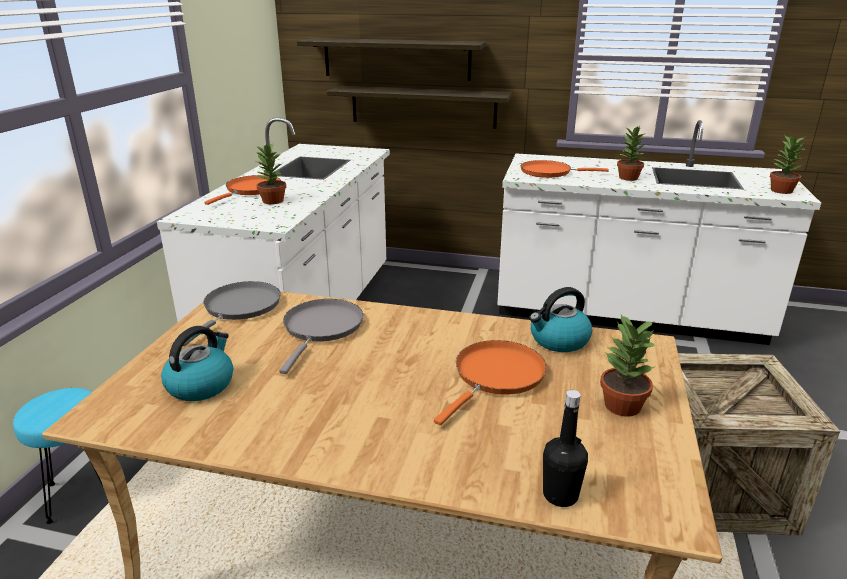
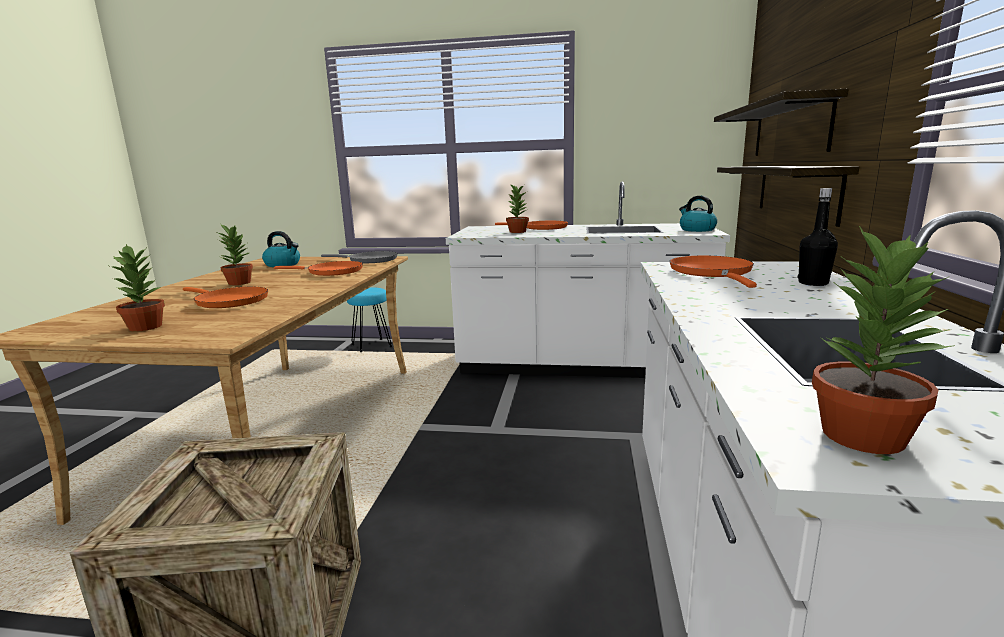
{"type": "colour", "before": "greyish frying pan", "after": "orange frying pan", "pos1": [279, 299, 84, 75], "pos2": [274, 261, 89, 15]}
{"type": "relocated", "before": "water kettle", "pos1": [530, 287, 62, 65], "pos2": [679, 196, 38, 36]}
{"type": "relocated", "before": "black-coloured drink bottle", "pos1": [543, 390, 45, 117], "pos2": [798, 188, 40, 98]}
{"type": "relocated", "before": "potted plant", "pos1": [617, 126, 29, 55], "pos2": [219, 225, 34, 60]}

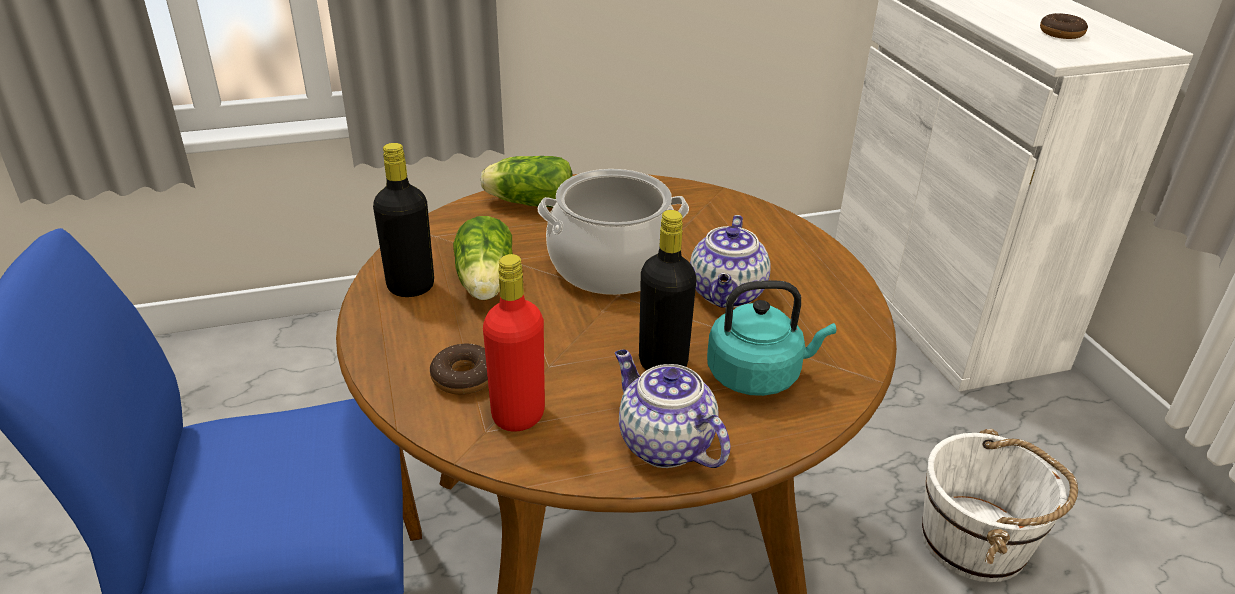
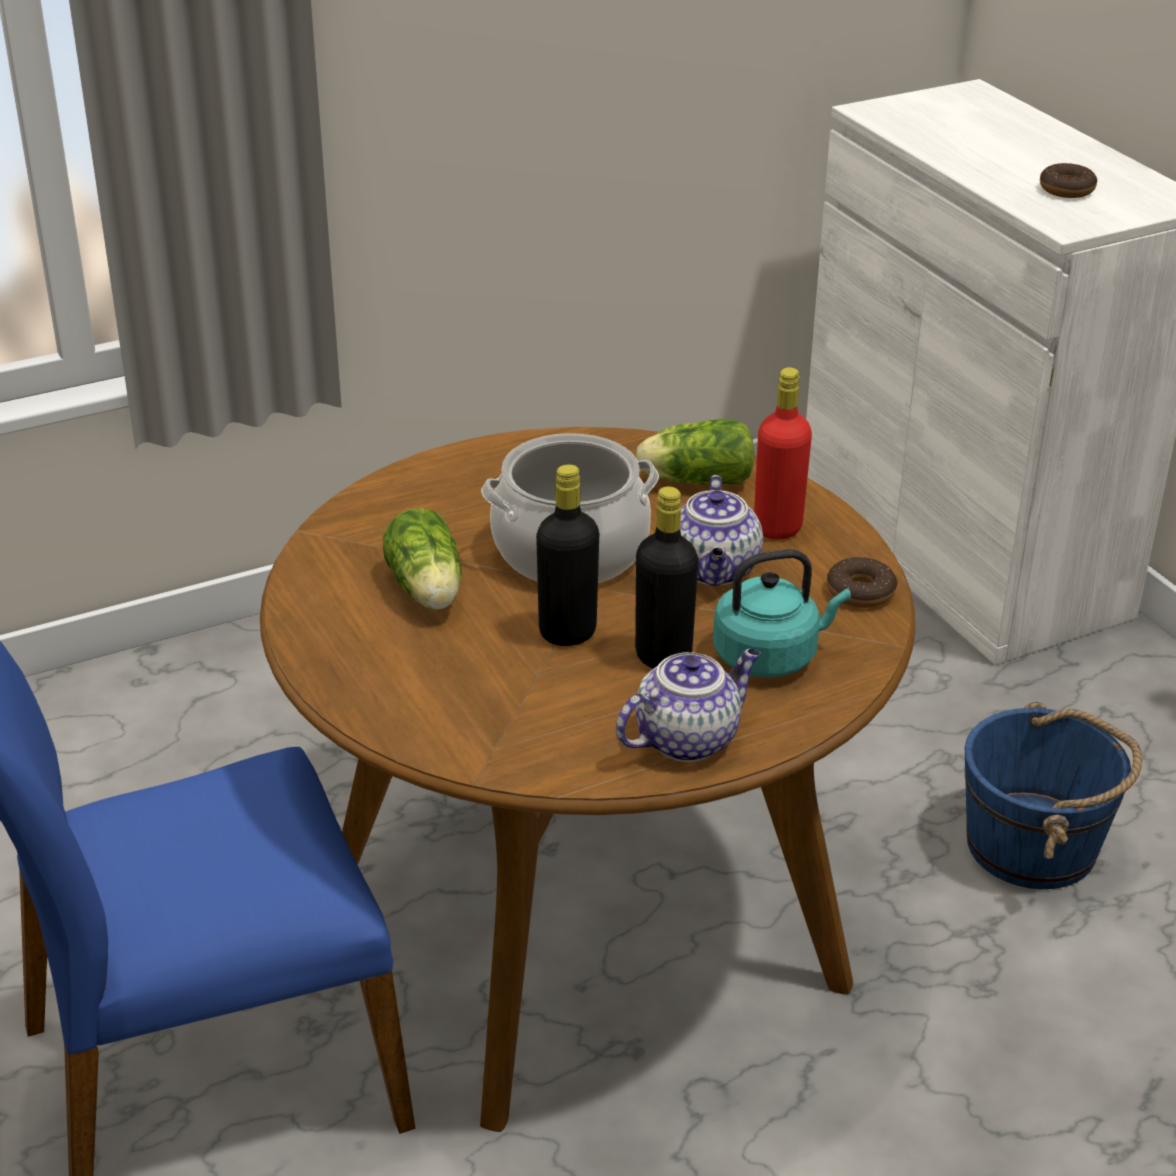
{"type": "relocated", "before": "black-coloured drink bottle", "pos1": [373, 143, 61, 154], "pos2": [536, 464, 63, 182]}
{"type": "relocated", "before": "doughnut", "pos1": [430, 344, 58, 51], "pos2": [827, 557, 70, 51]}
{"type": "relocated", "before": "lettuce", "pos1": [481, 156, 92, 52], "pos2": [636, 419, 118, 66]}
{"type": "relocated", "before": "red-coloured drink bottle", "pos1": [483, 254, 62, 178], "pos2": [754, 367, 58, 173]}
{"type": "spun", "before": "tea pot", "pos1": [615, 350, 116, 118], "pos2": [616, 648, 145, 114], "turn": 105}
{"type": "colour", "before": "white-coloured pail", "after": "blue pail", "pos1": [922, 429, 156, 153], "pos2": [965, 701, 178, 188]}

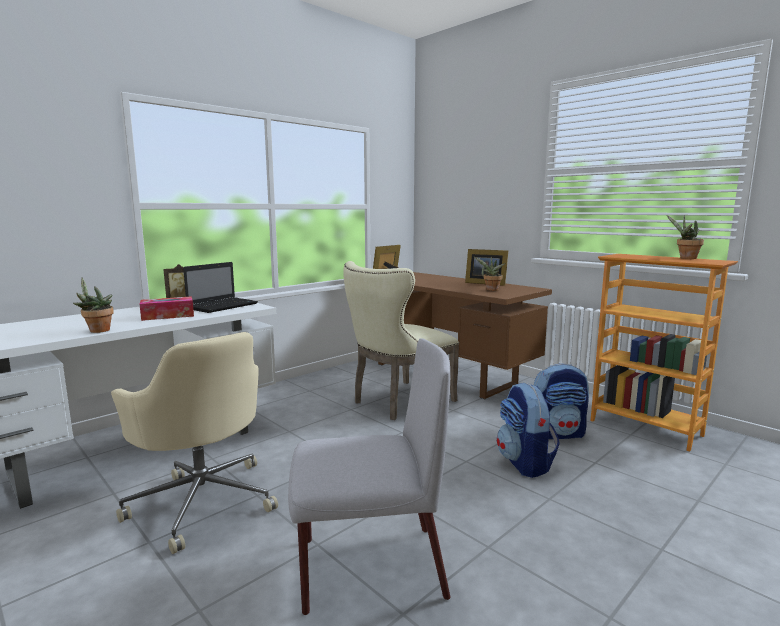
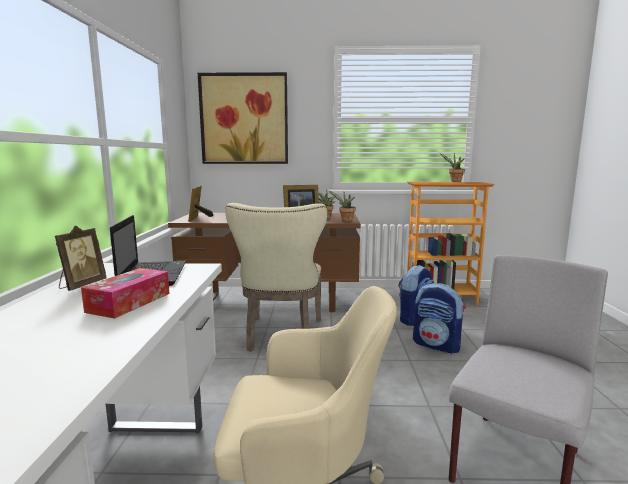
{"type": "relocated", "before": "potted plant", "pos1": [73, 277, 41, 56], "pos2": [328, 190, 28, 32]}
{"type": "appeared", "after": "picture", "pos2": [198, 72, 90, 92]}

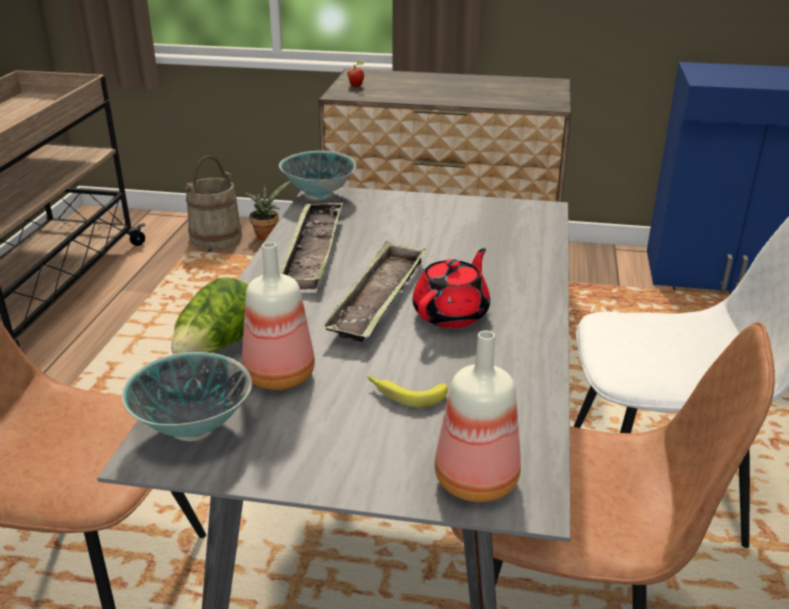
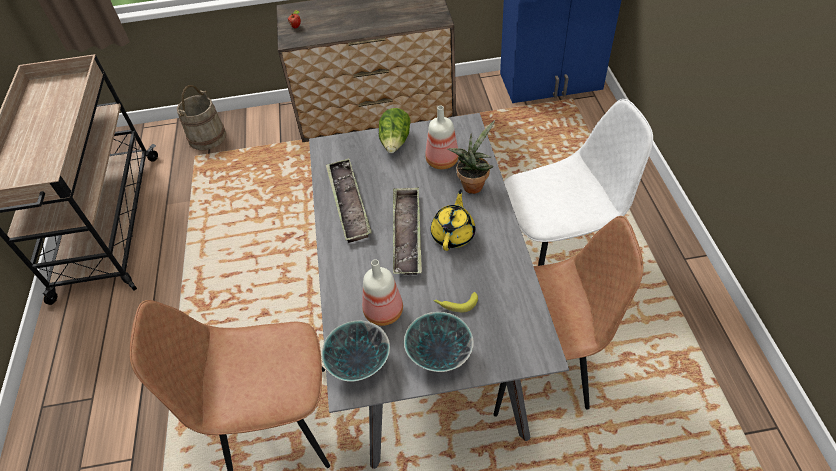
{"type": "relocated", "before": "lettuce", "pos1": [171, 277, 77, 77], "pos2": [379, 108, 31, 45]}
{"type": "relocated", "before": "potted plant", "pos1": [244, 181, 47, 59], "pos2": [447, 120, 48, 74]}
{"type": "relocated", "before": "deep dish", "pos1": [279, 151, 77, 49], "pos2": [404, 312, 70, 60]}
{"type": "colour", "before": "red-coloured tea pot", "after": "yellowish tea pot", "pos1": [412, 248, 78, 80], "pos2": [431, 189, 44, 62]}
{"type": "relocated", "before": "drink bottle", "pos1": [435, 330, 86, 172], "pos2": [425, 105, 34, 64]}

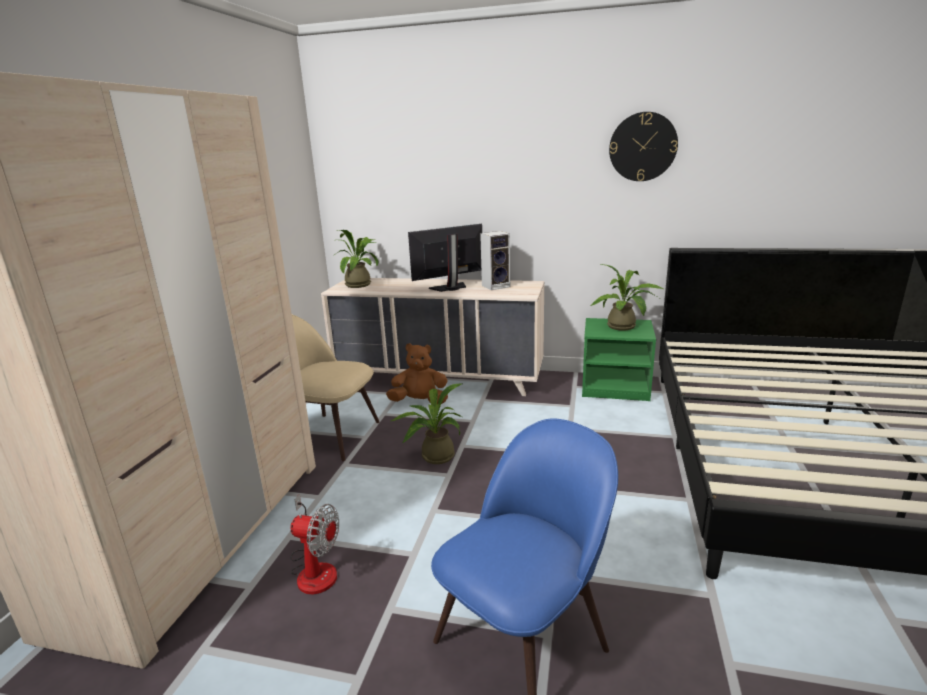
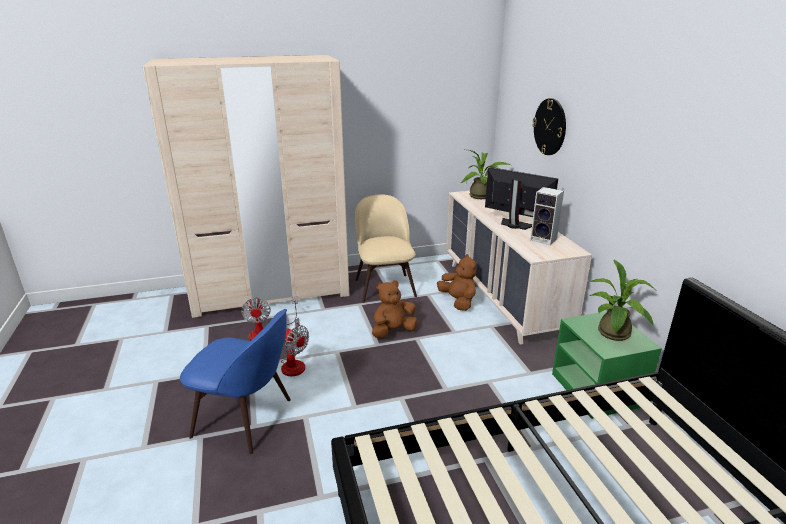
{"type": "exchanged", "before": "potted plant", "after": "brown cuddly toy", "pos1": [391, 383, 71, 81], "pos2": [372, 280, 45, 58]}
{"type": "relocated", "before": "clock on the wall", "pos1": [609, 112, 69, 69], "pos2": [532, 98, 34, 57]}
{"type": "appeared", "after": "cooling fan", "pos2": [281, 318, 28, 58]}

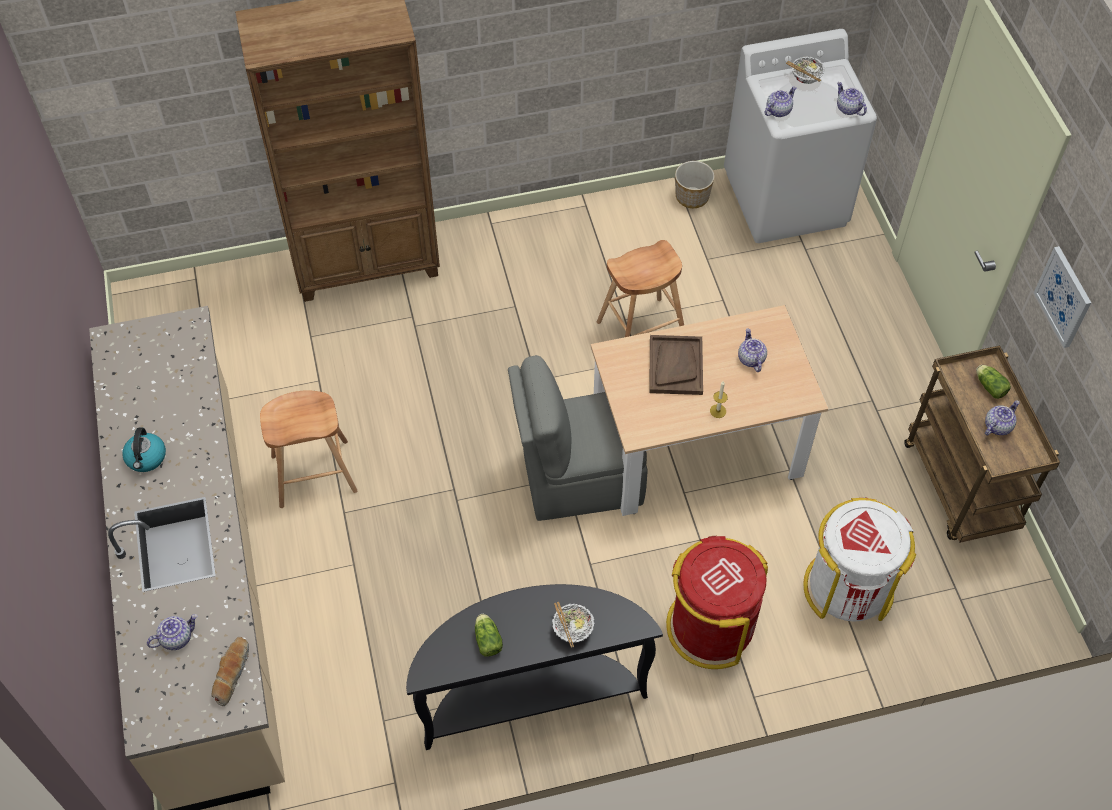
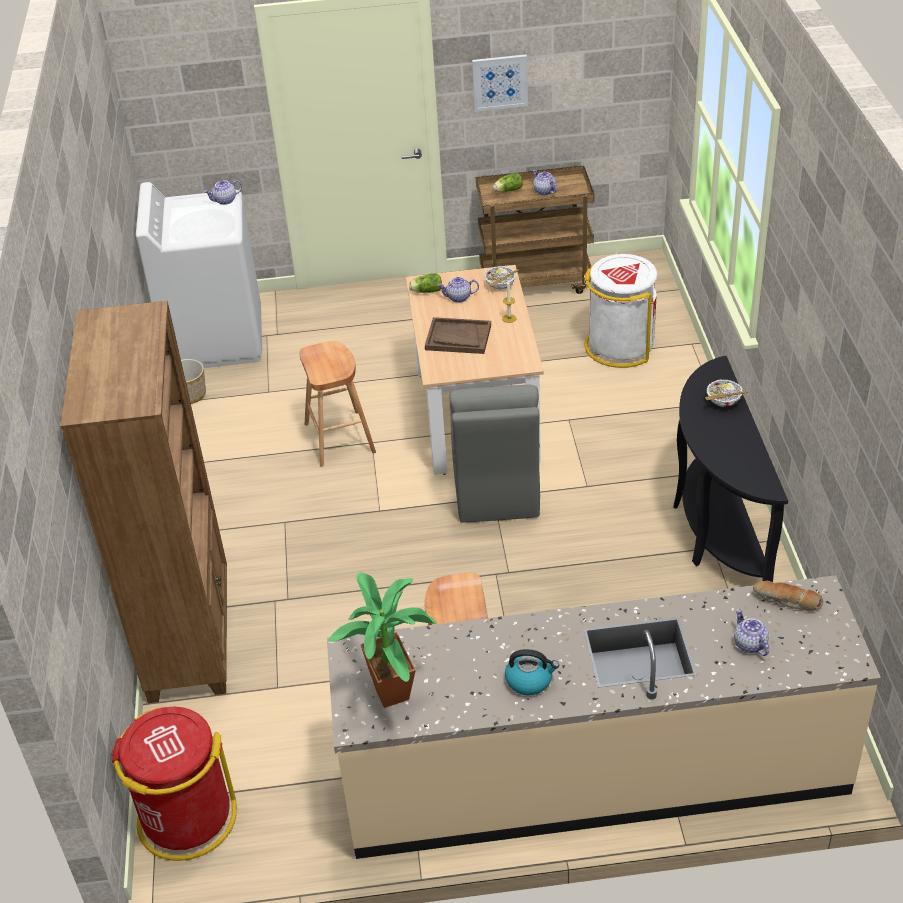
{"type": "relocated", "before": "lettuce", "pos1": [475, 614, 28, 43], "pos2": [409, 273, 33, 20]}
{"type": "relocated", "before": "red-coloured rubbish bin", "pos1": [666, 536, 102, 133], "pos2": [111, 707, 126, 154]}
{"type": "missing", "before": "tea pot", "pos1": [764, 86, 33, 31]}
{"type": "relocated", "before": "deep dish", "pos1": [786, 57, 39, 27], "pos2": [484, 266, 35, 24]}
{"type": "appeared", "after": "potted plant", "pos2": [328, 572, 109, 136]}

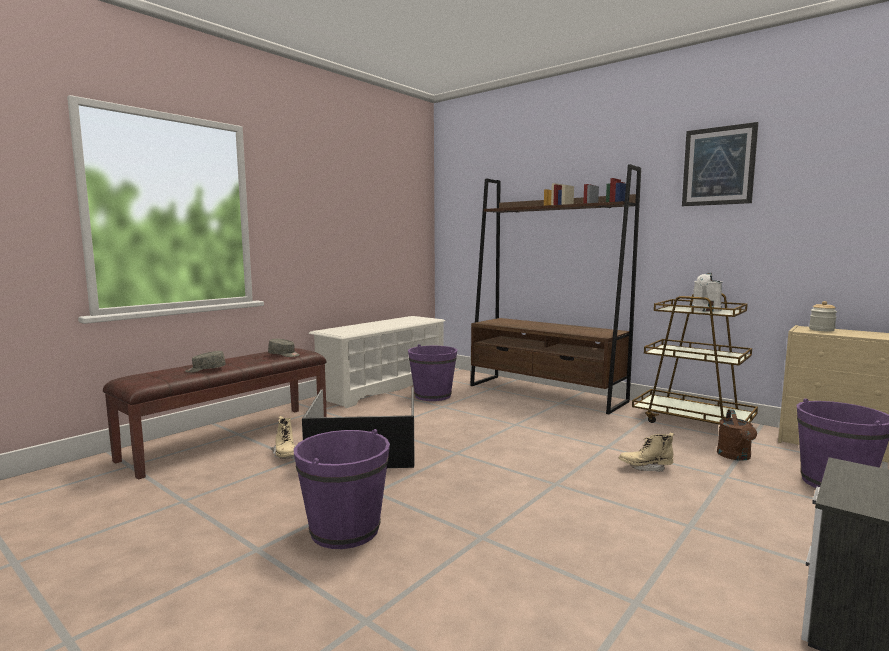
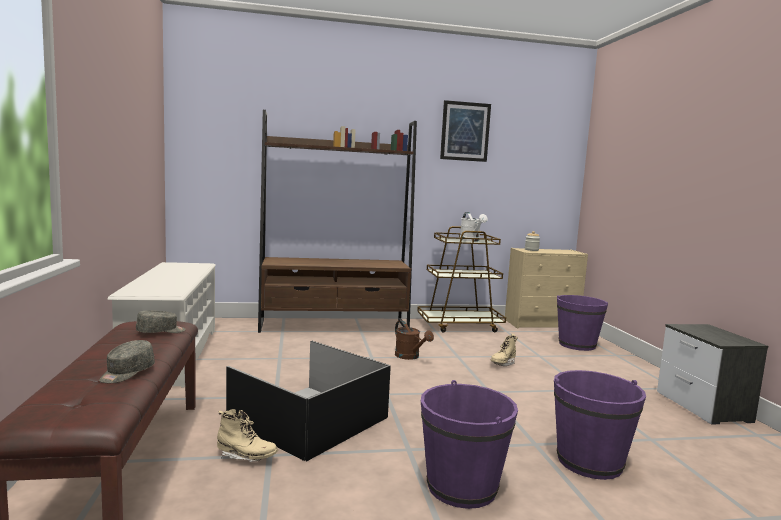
{"type": "relocated", "before": "purplish pail", "pos1": [408, 344, 49, 57], "pos2": [554, 370, 92, 110]}
{"type": "relocated", "before": "brown watering can", "pos1": [717, 409, 40, 52], "pos2": [395, 320, 39, 40]}

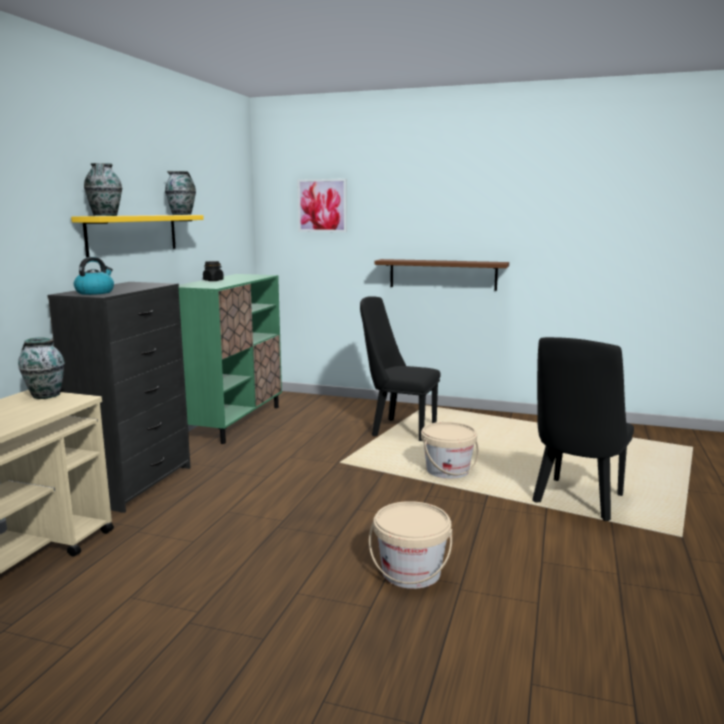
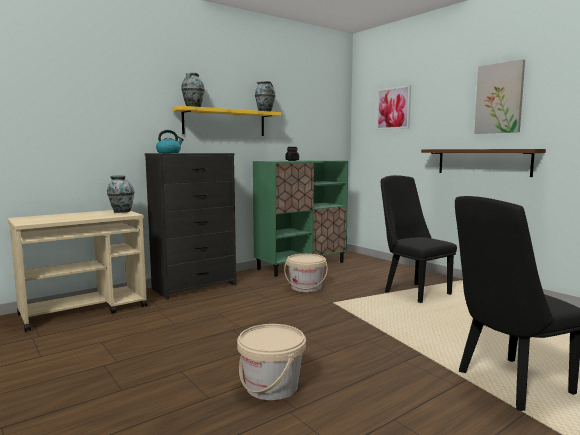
{"type": "relocated", "before": "sand-coloured pail", "pos1": [421, 422, 58, 57], "pos2": [284, 254, 44, 38]}
{"type": "appeared", "after": "picture", "pos2": [474, 59, 51, 75]}

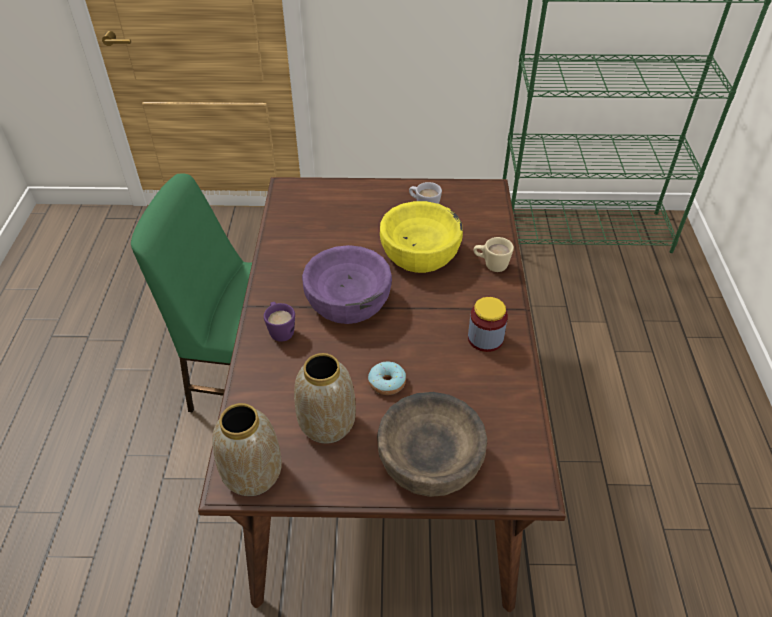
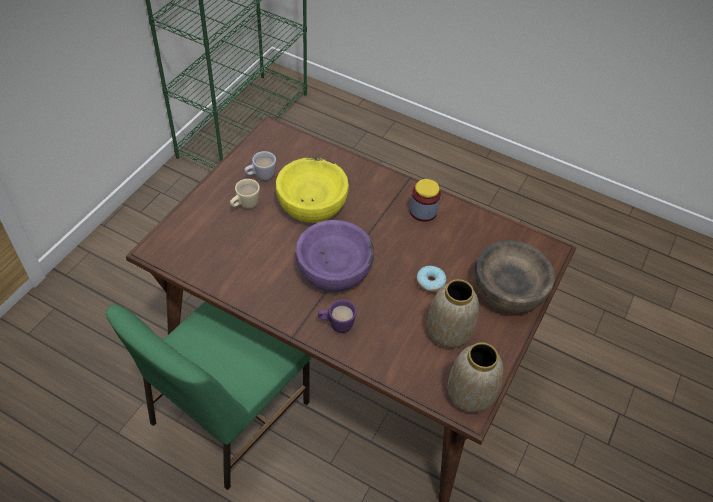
{"type": "relocated", "before": "sand-coloured coffee mug", "pos1": [473, 237, 41, 35], "pos2": [230, 179, 30, 30]}

